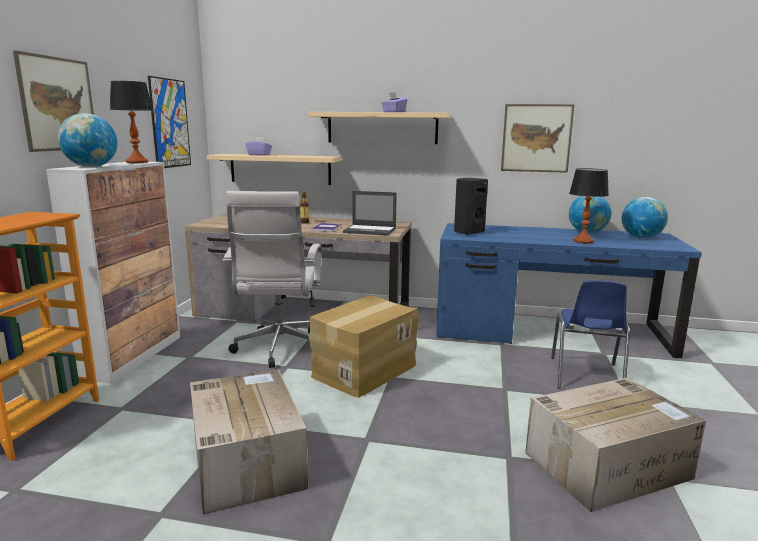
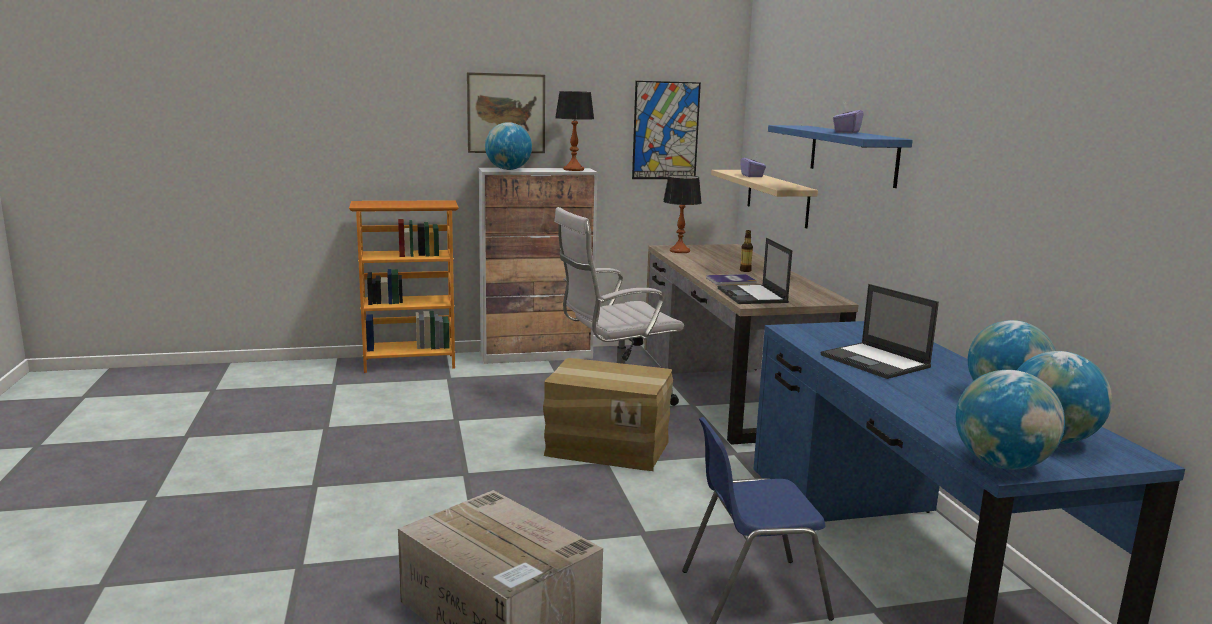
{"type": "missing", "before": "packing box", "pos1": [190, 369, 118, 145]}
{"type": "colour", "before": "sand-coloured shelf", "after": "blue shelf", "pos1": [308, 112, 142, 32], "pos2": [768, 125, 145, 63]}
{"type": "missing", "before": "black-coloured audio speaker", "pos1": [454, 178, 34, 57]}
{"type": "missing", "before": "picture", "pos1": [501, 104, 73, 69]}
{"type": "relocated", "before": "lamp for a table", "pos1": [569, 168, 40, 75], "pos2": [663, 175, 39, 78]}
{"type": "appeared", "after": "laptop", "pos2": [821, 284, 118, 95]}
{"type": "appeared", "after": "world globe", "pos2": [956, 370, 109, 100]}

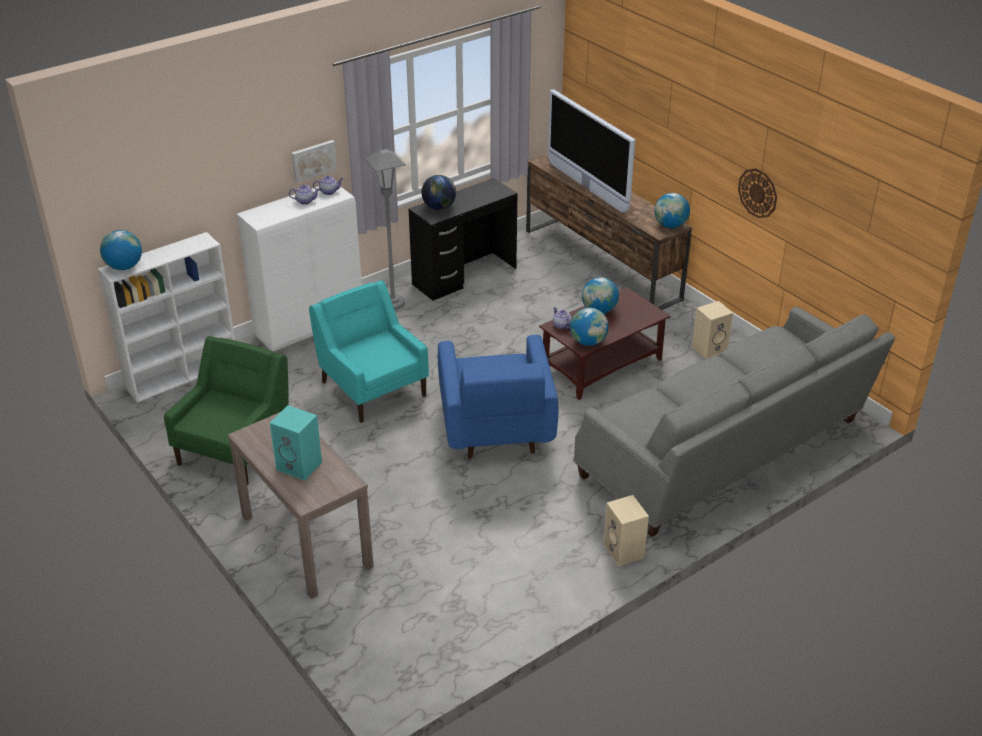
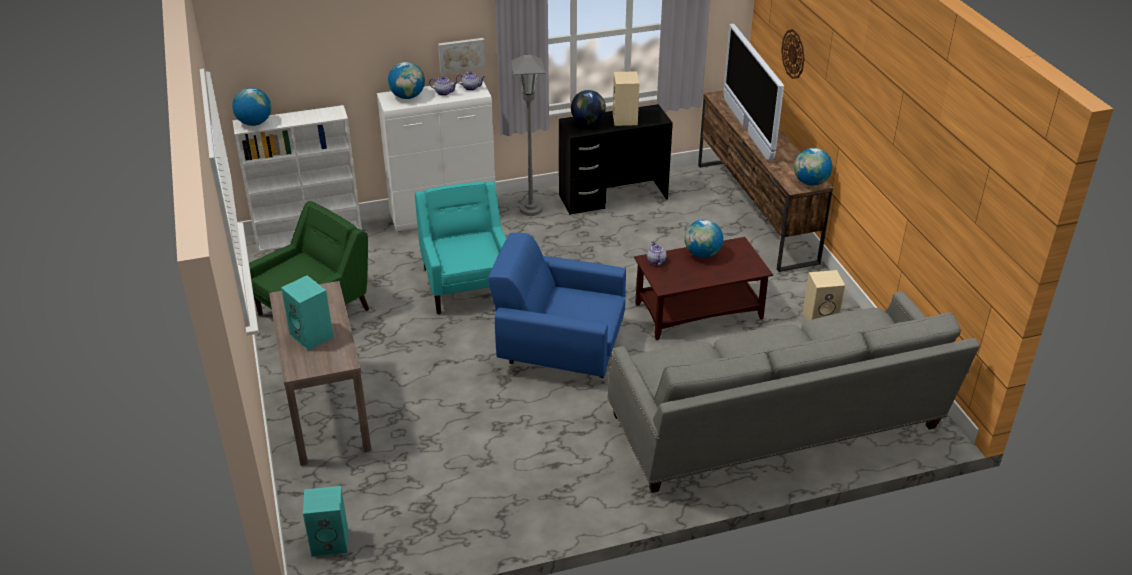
{"type": "spun", "before": "blue armchair", "pos1": [438, 335, 120, 124], "pos2": [488, 233, 138, 145], "turn": 90}
{"type": "relocated", "before": "world globe", "pos1": [570, 307, 39, 39], "pos2": [388, 62, 37, 37]}
{"type": "relocated", "before": "sand-coloured audio speaker", "pos1": [603, 495, 46, 72], "pos2": [613, 71, 27, 55]}
{"type": "relocated", "before": "clock on the wall", "pos1": [738, 168, 39, 50], "pos2": [781, 29, 24, 50]}
{"type": "appeared", "after": "turquoise-coloured audio speaker", "pos2": [303, 486, 45, 71]}

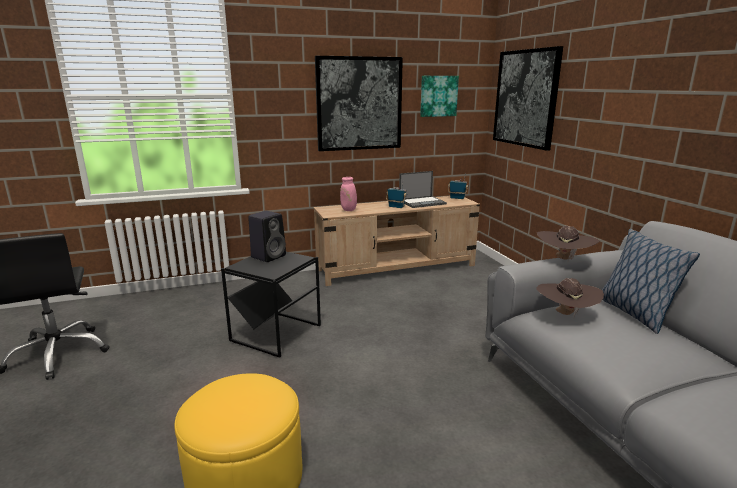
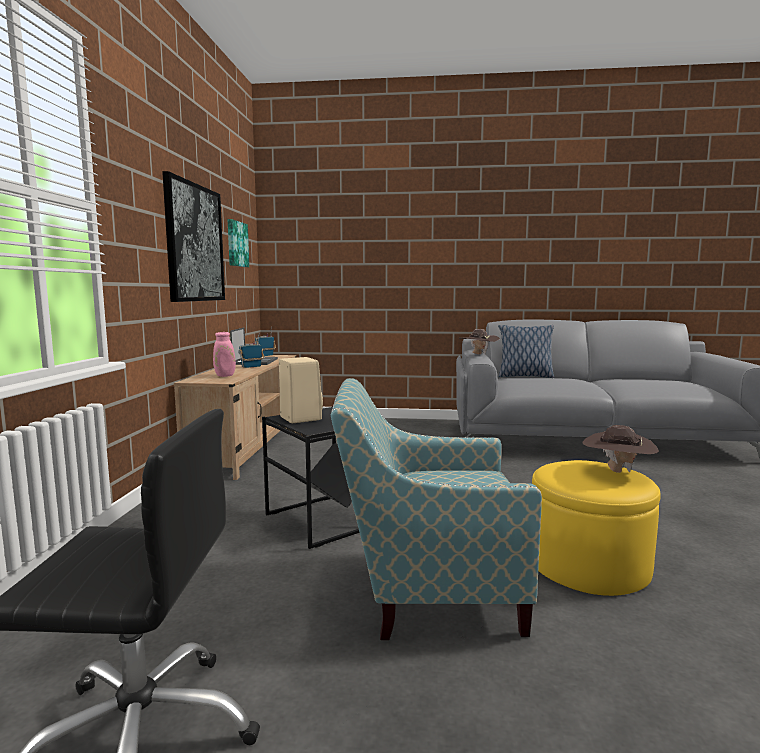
{"type": "colour", "before": "black-coloured audio speaker", "after": "sand-coloured audio speaker", "pos1": [248, 211, 38, 51], "pos2": [279, 357, 44, 66]}
{"type": "missing", "before": "picture", "pos1": [493, 46, 70, 105]}
{"type": "relocated", "before": "brown clothing hat", "pos1": [536, 278, 68, 40], "pos2": [583, 425, 76, 48]}
{"type": "appeared", "after": "armchair", "pos2": [331, 378, 211, 262]}

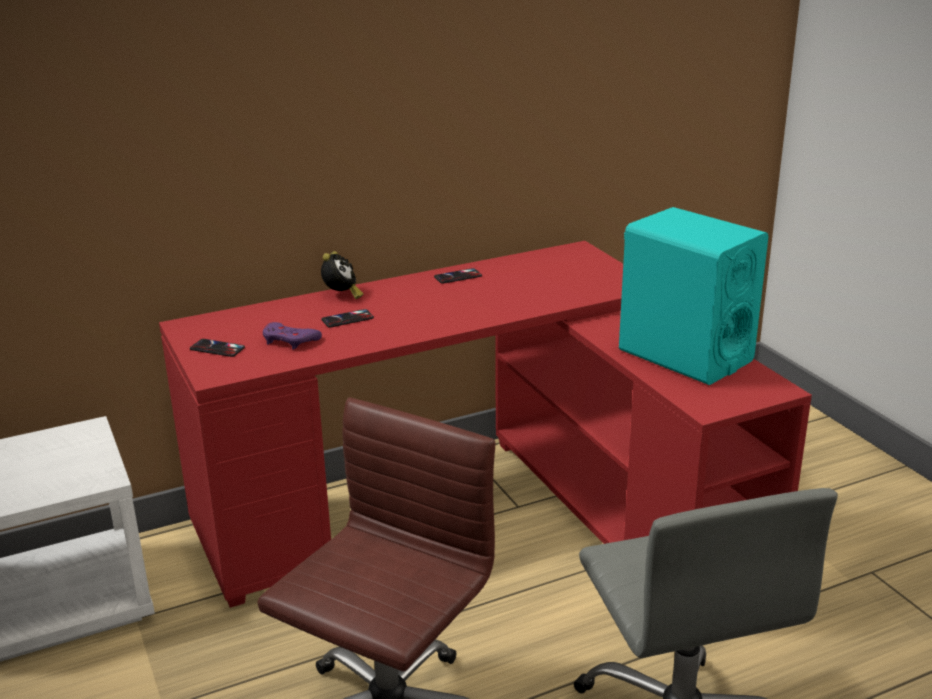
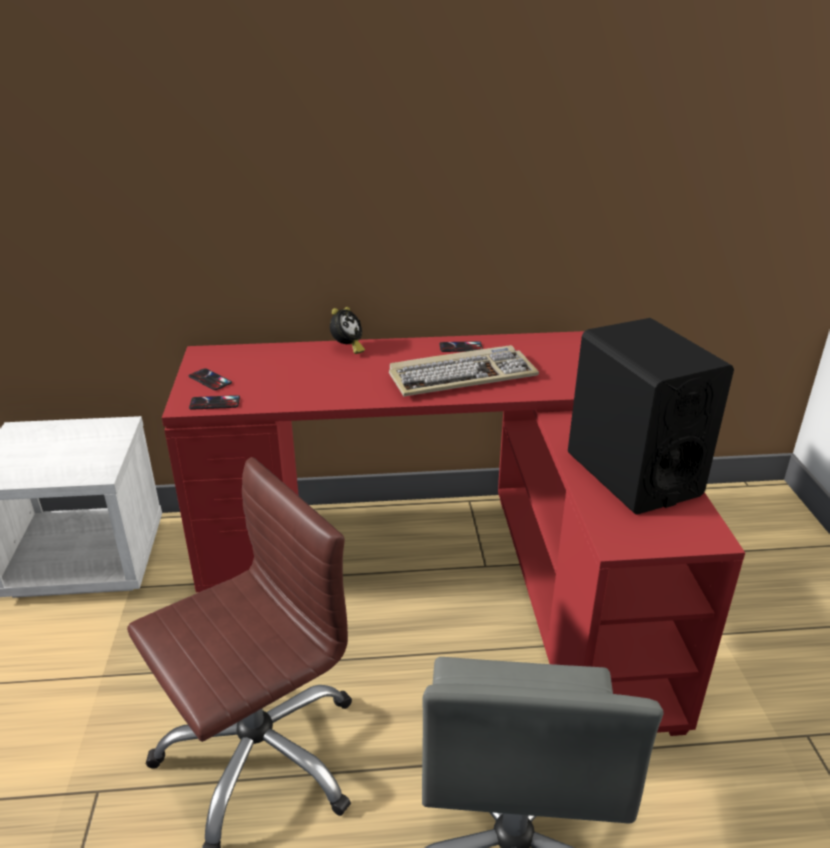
{"type": "missing", "before": "purplish gamepad", "pos1": [263, 322, 59, 28]}
{"type": "relocated", "before": "telephone", "pos1": [322, 309, 52, 19], "pos2": [189, 395, 51, 15]}
{"type": "colour", "before": "turquoise-coloured audio speaker", "after": "black-coloured audio speaker", "pos1": [619, 207, 150, 178], "pos2": [568, 318, 166, 197]}
{"type": "appeared", "after": "PC keyboard", "pos2": [389, 345, 150, 52]}

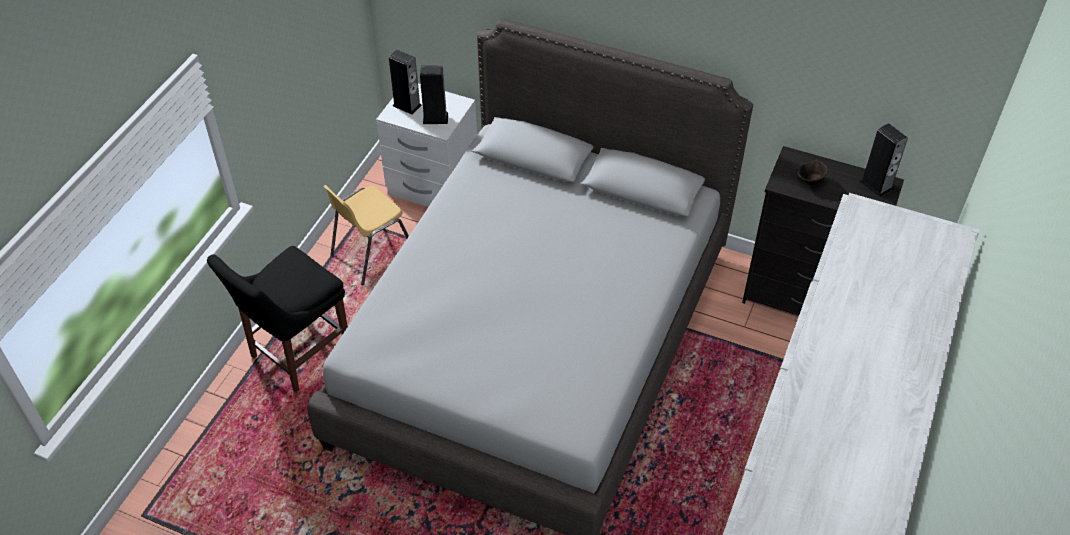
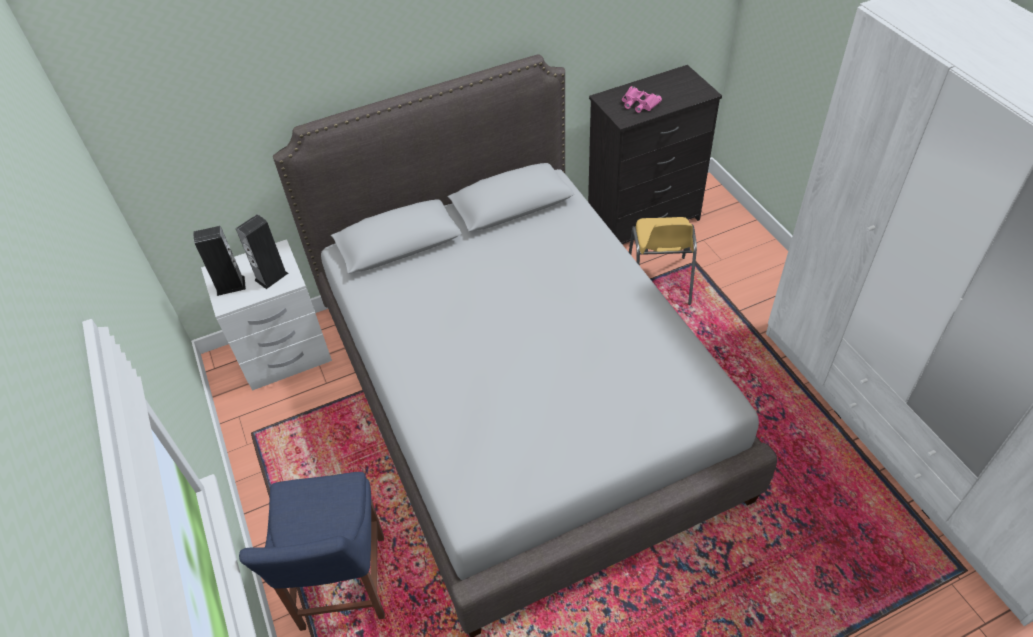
{"type": "colour", "before": "black-coloured plain chair", "after": "blue plain chair", "pos1": [207, 246, 141, 147], "pos2": [239, 472, 146, 159]}
{"type": "relocated", "before": "yellowish plain chair", "pos1": [323, 185, 86, 100], "pos2": [629, 217, 68, 88]}
{"type": "exchanged", "before": "brown deep dish", "after": "pinkish field glasses", "pos1": [798, 160, 30, 25], "pos2": [622, 86, 40, 27]}
{"type": "missing", "before": "audio speaker", "pos1": [860, 123, 48, 74]}

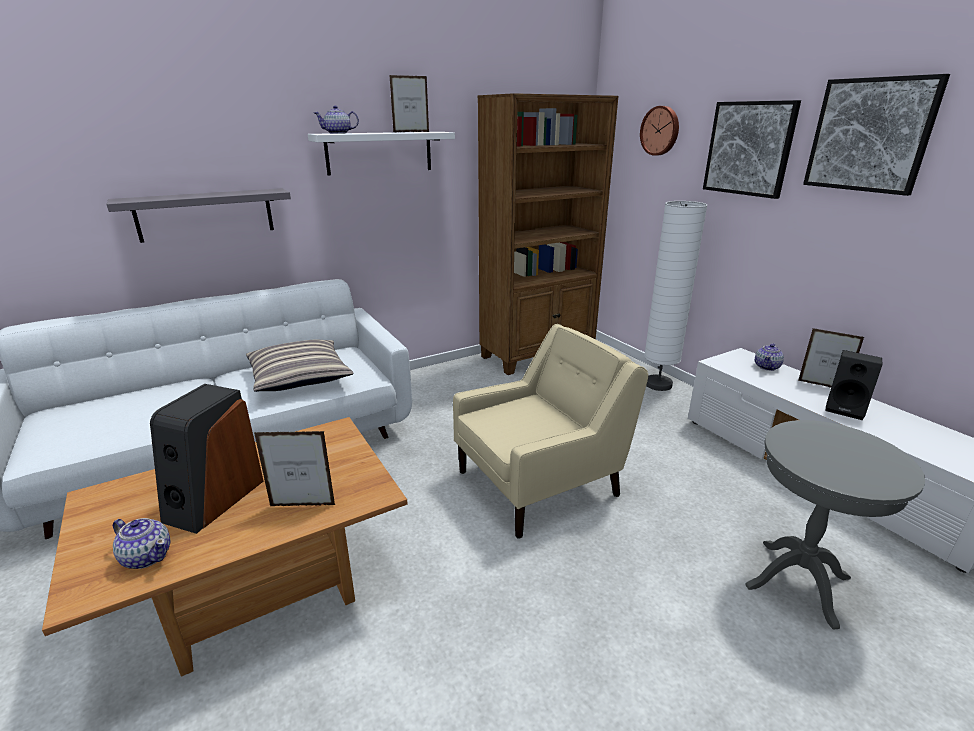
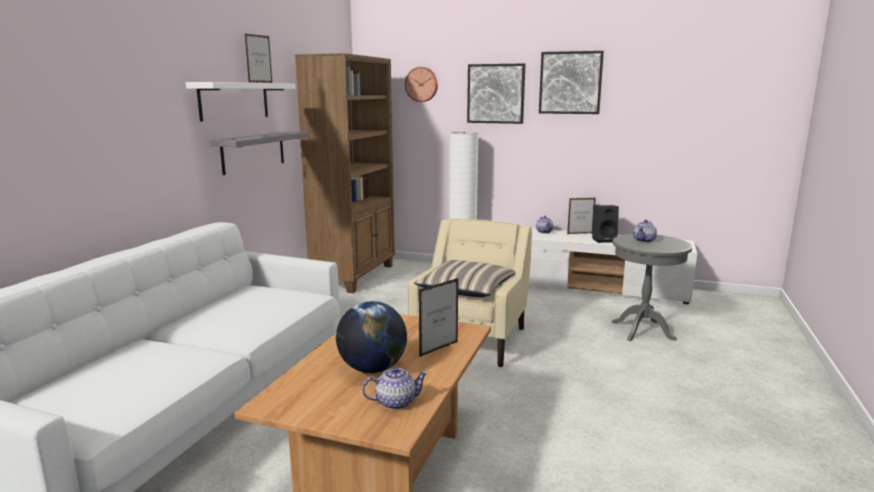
{"type": "relocated", "before": "greyish shelf", "pos1": [106, 188, 185, 55], "pos2": [210, 131, 100, 44]}
{"type": "exchanged", "before": "audio speaker", "after": "world globe", "pos1": [150, 384, 114, 150], "pos2": [336, 301, 71, 72]}
{"type": "relocated", "before": "throw pillow", "pos1": [246, 340, 108, 52], "pos2": [414, 260, 102, 37]}
{"type": "relocated", "before": "tea pot", "pos1": [314, 106, 45, 28], "pos2": [633, 220, 24, 23]}

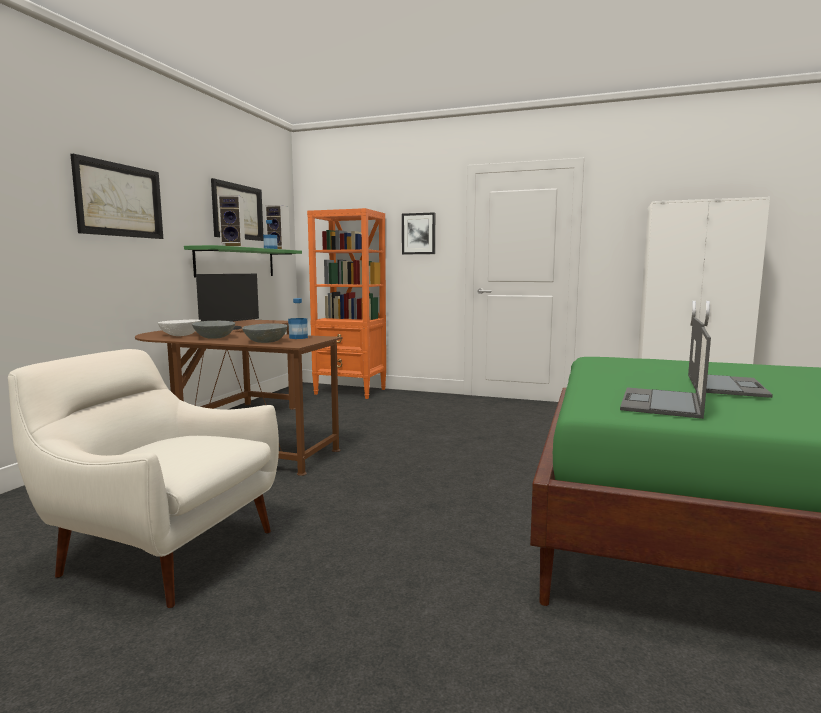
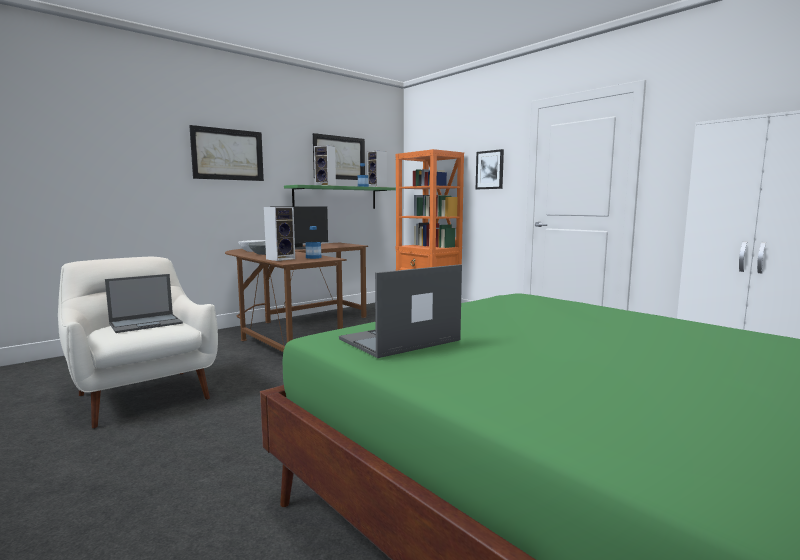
{"type": "exchanged", "before": "greyish deep dish", "after": "audio speaker", "pos1": [242, 323, 45, 20], "pos2": [264, 207, 31, 54]}
{"type": "relocated", "before": "laptop", "pos1": [688, 317, 85, 81], "pos2": [105, 274, 78, 59]}

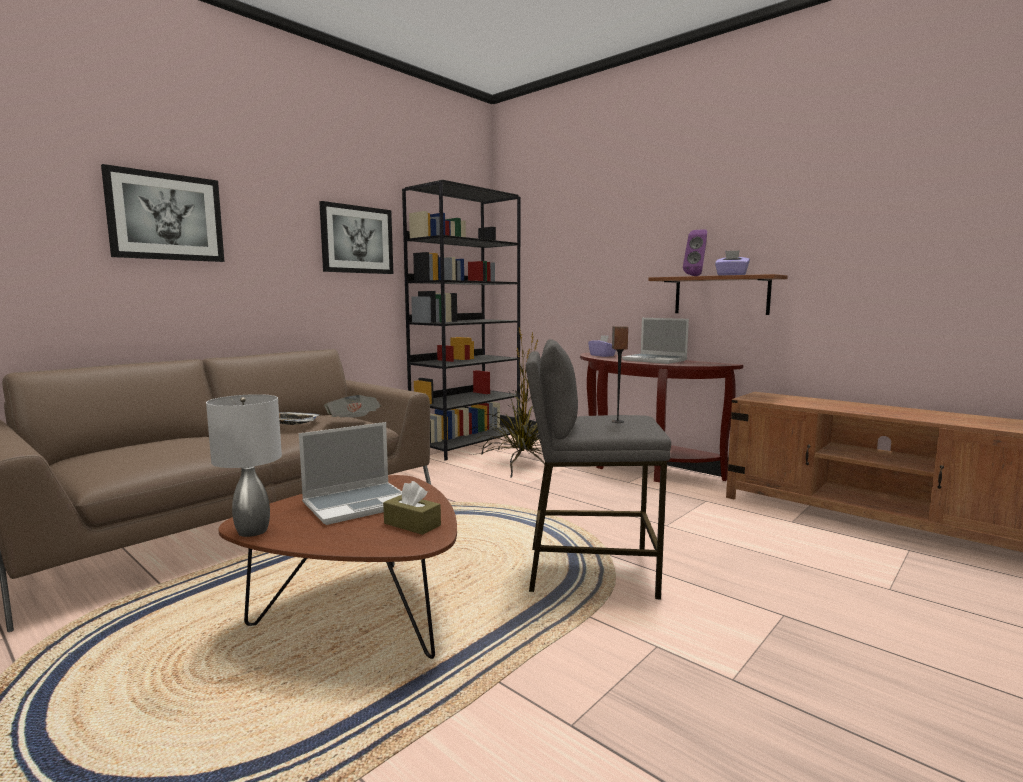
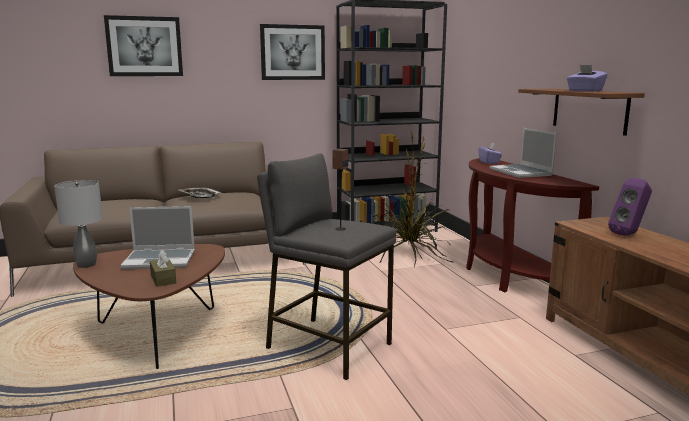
{"type": "missing", "before": "newspaper", "pos1": [324, 395, 57, 23]}
{"type": "relocated", "before": "purplish audio speaker", "pos1": [683, 229, 24, 47], "pos2": [608, 178, 44, 58]}

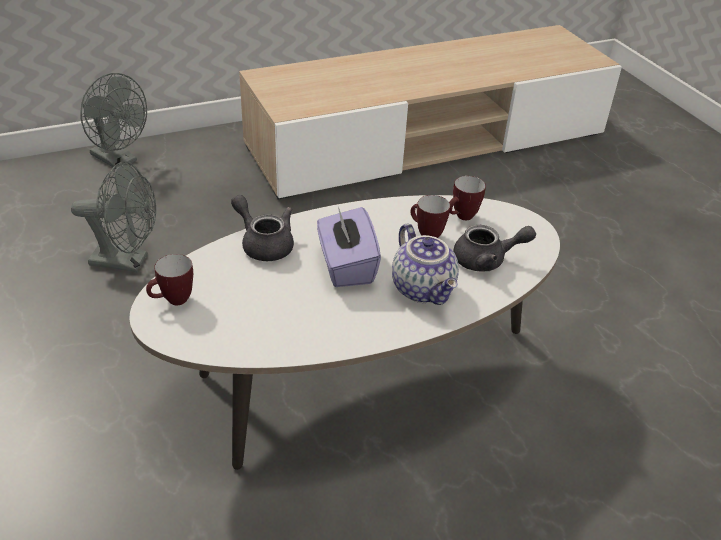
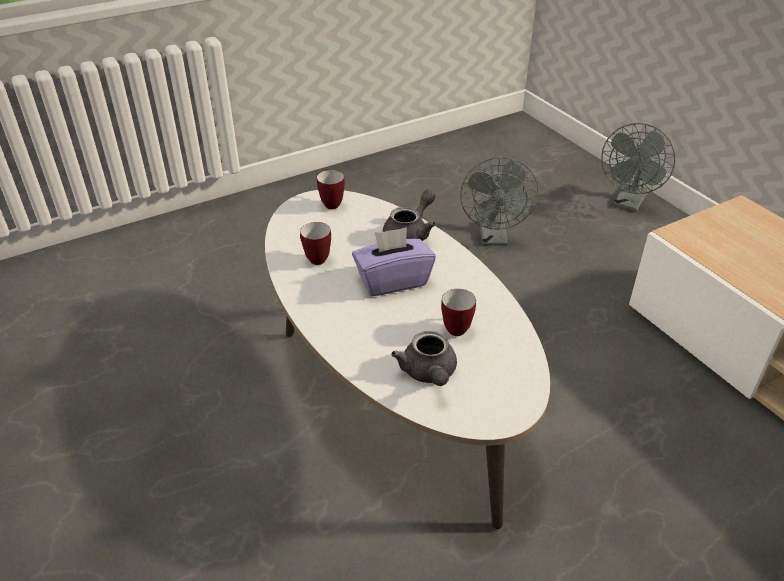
{"type": "missing", "before": "tea pot", "pos1": [392, 224, 67, 81]}
{"type": "relocated", "before": "coffee mug", "pos1": [449, 176, 37, 44], "pos2": [300, 222, 31, 43]}

